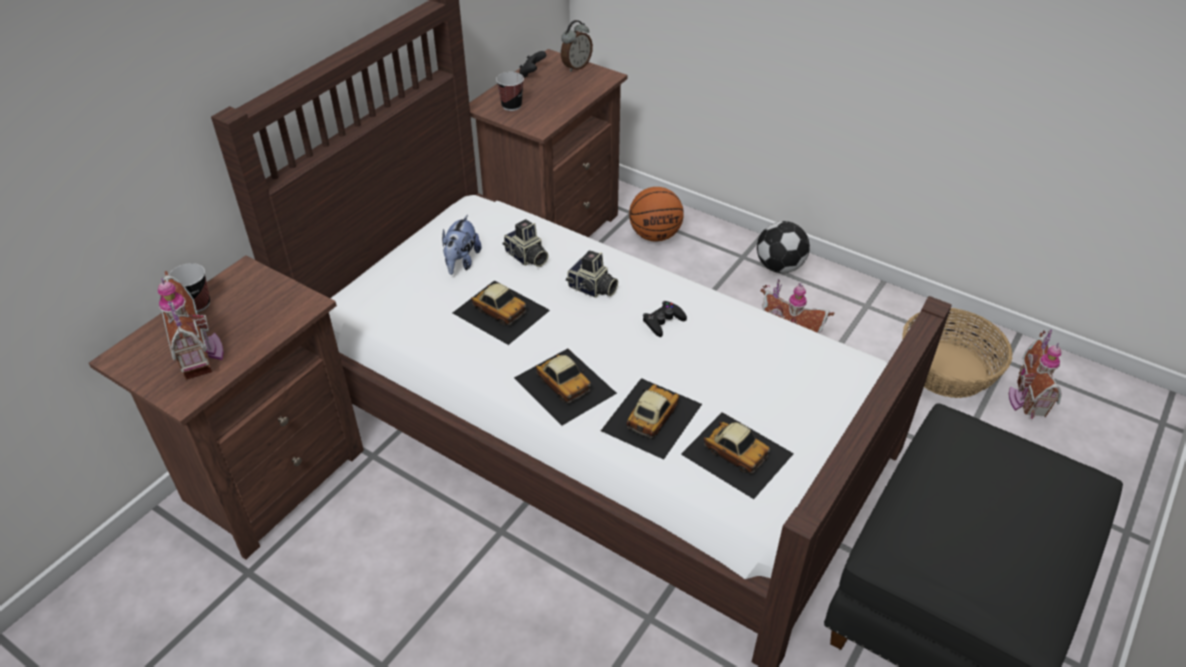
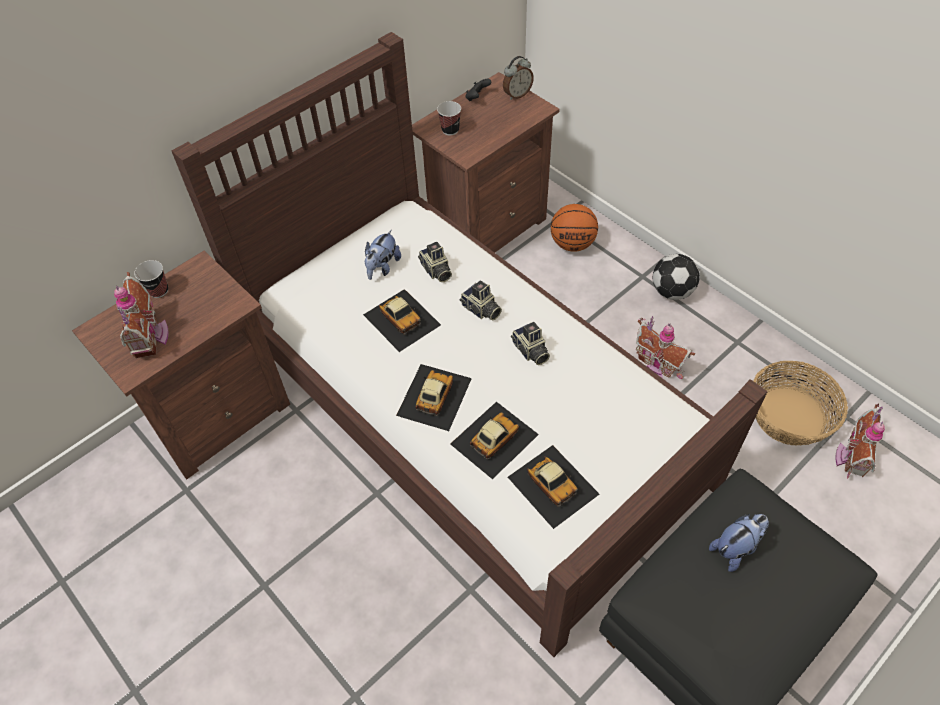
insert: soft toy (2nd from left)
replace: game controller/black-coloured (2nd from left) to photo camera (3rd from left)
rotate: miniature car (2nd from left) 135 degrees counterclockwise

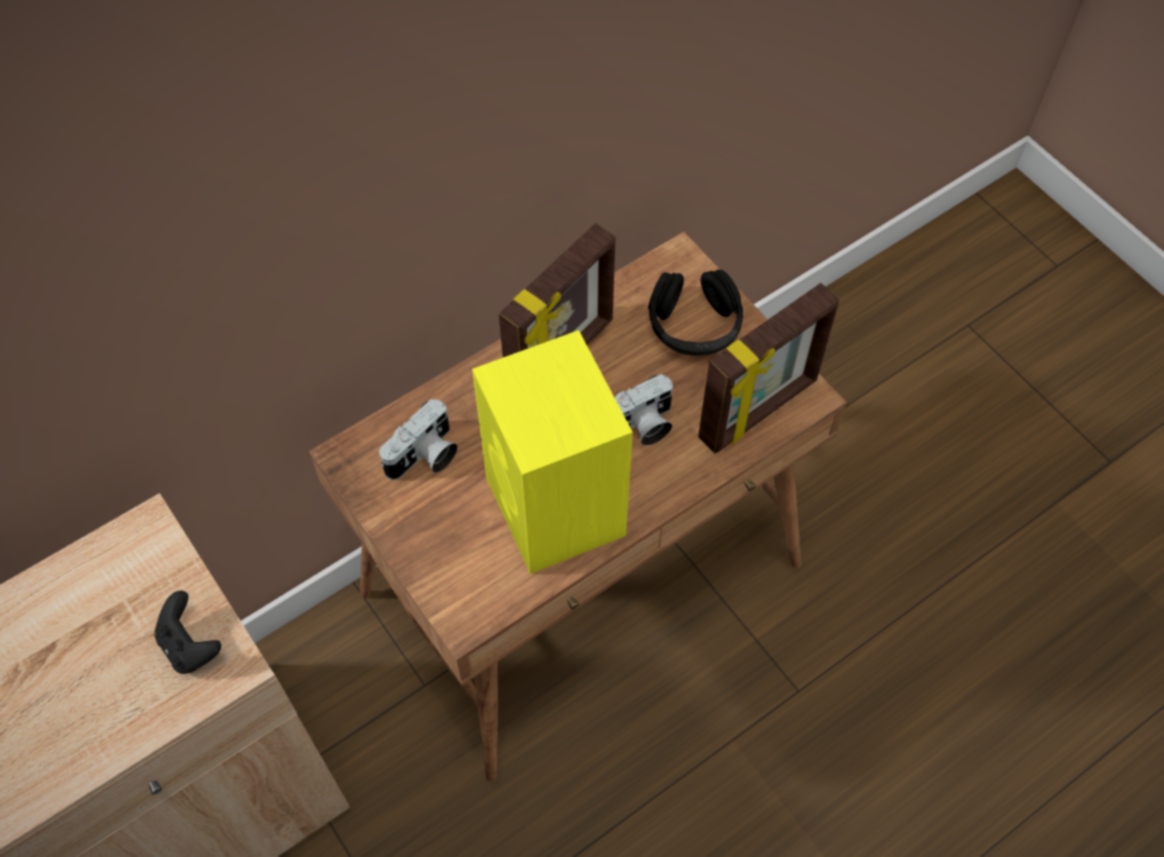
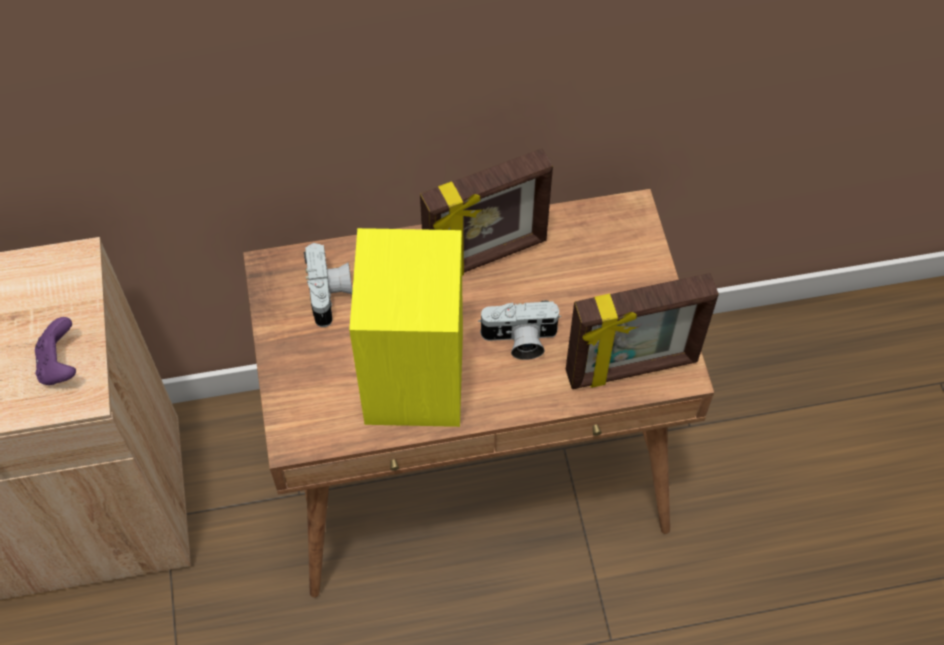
delete: headphones/black-coloured
recolor: game controller/black-coloured to game controller/purple
rotate: photo camera (1st from left) 75 degrees counterclockwise

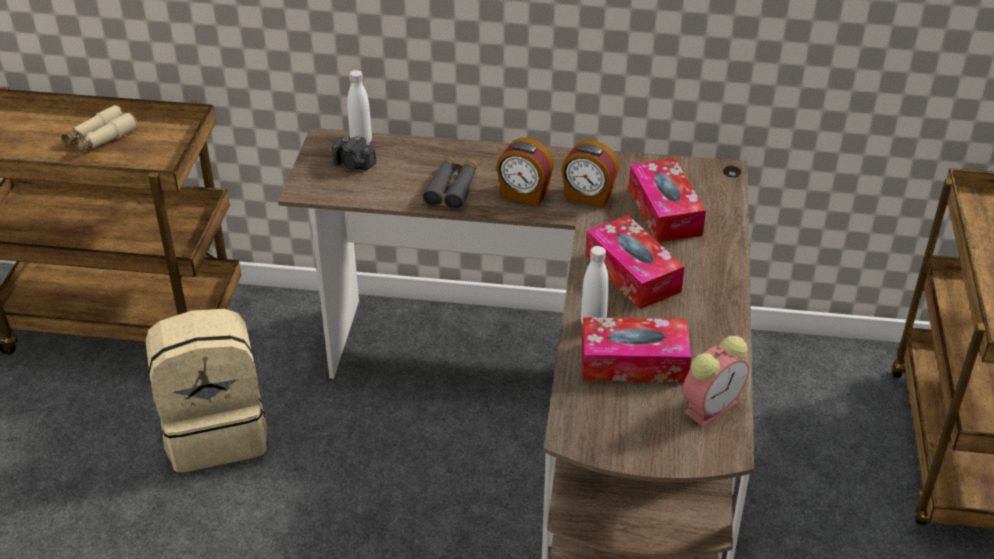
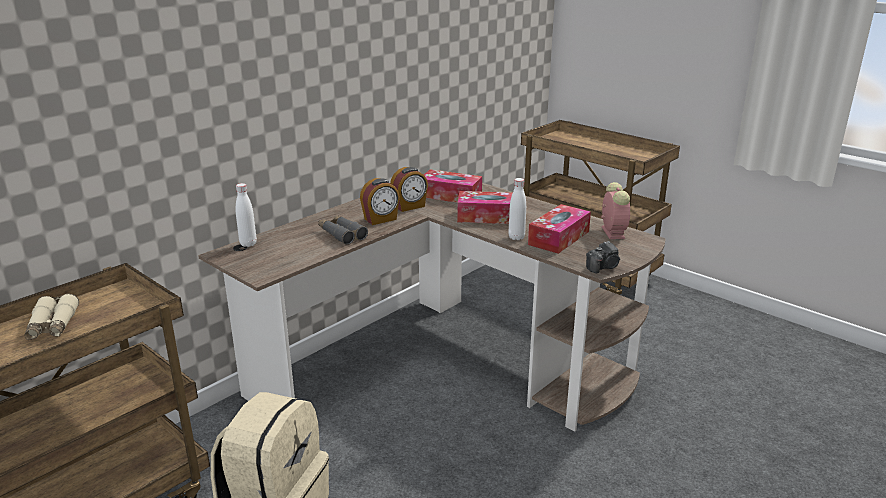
move: photo camera

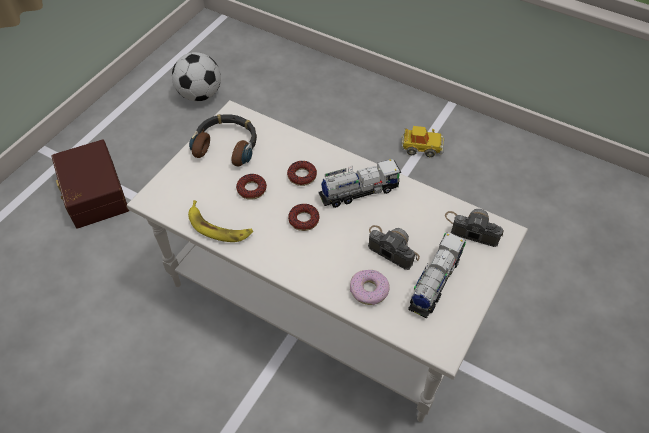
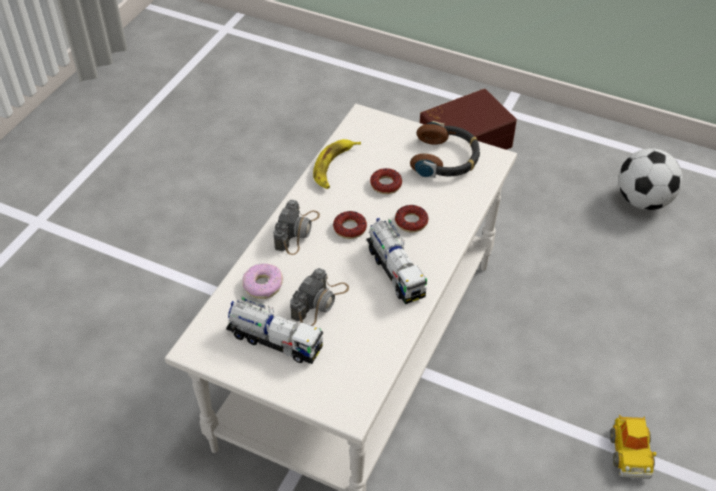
move: photo camera (2nd from left in the first image) to photo camera (1st from left)

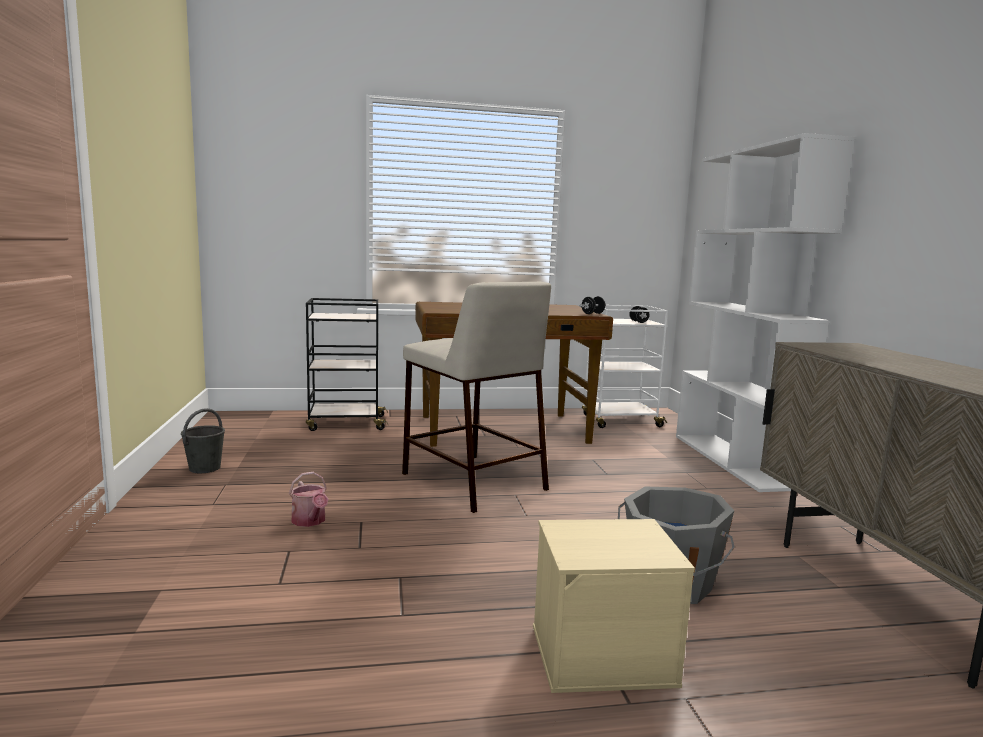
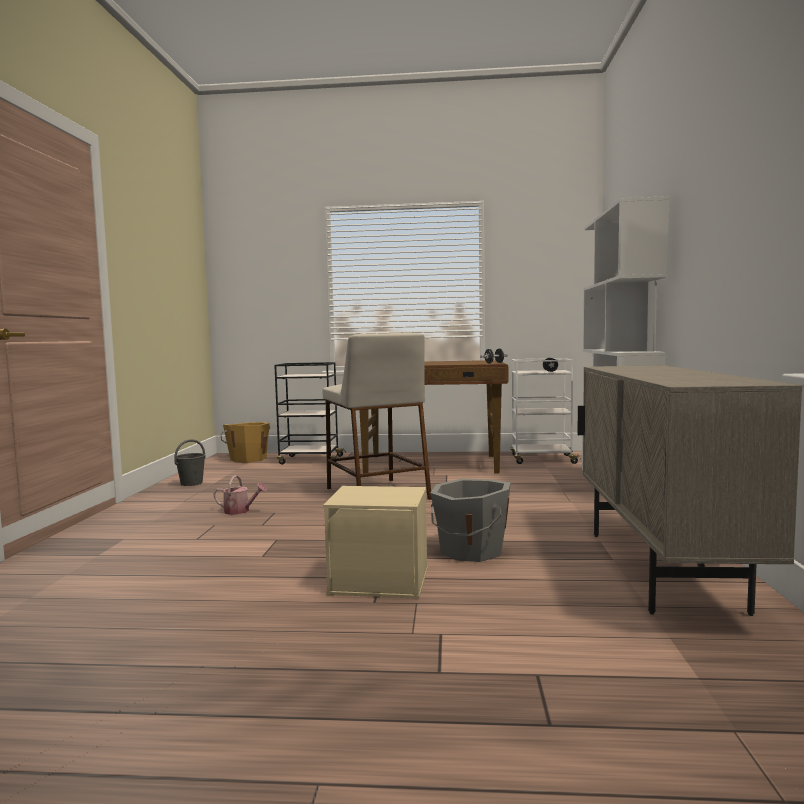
insert: water bucket/orange-coloured
rotate: watering can 60 degrees counterclockwise

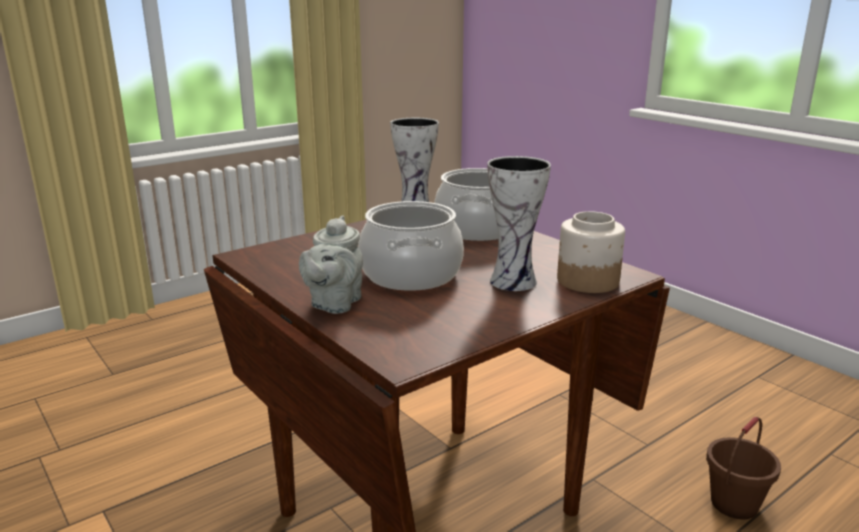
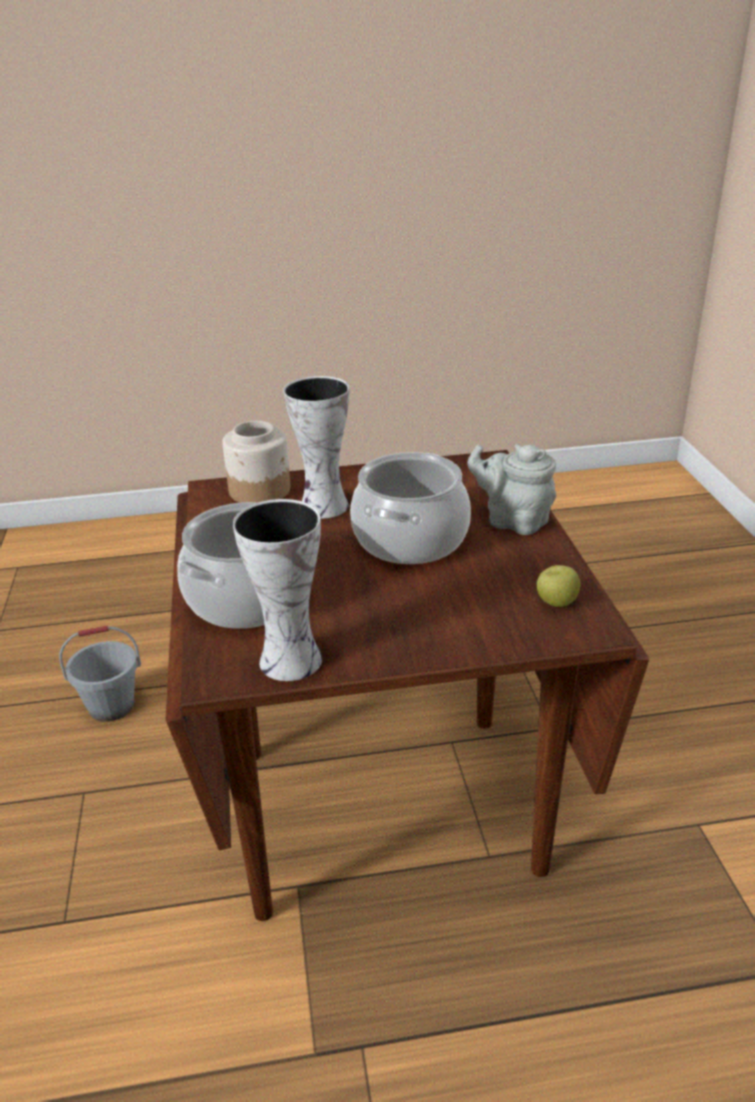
insert: apple
recolor: water bucket/brown-coloured to water bucket/greyish
rotate: teapot/greyish 105 degrees counterclockwise

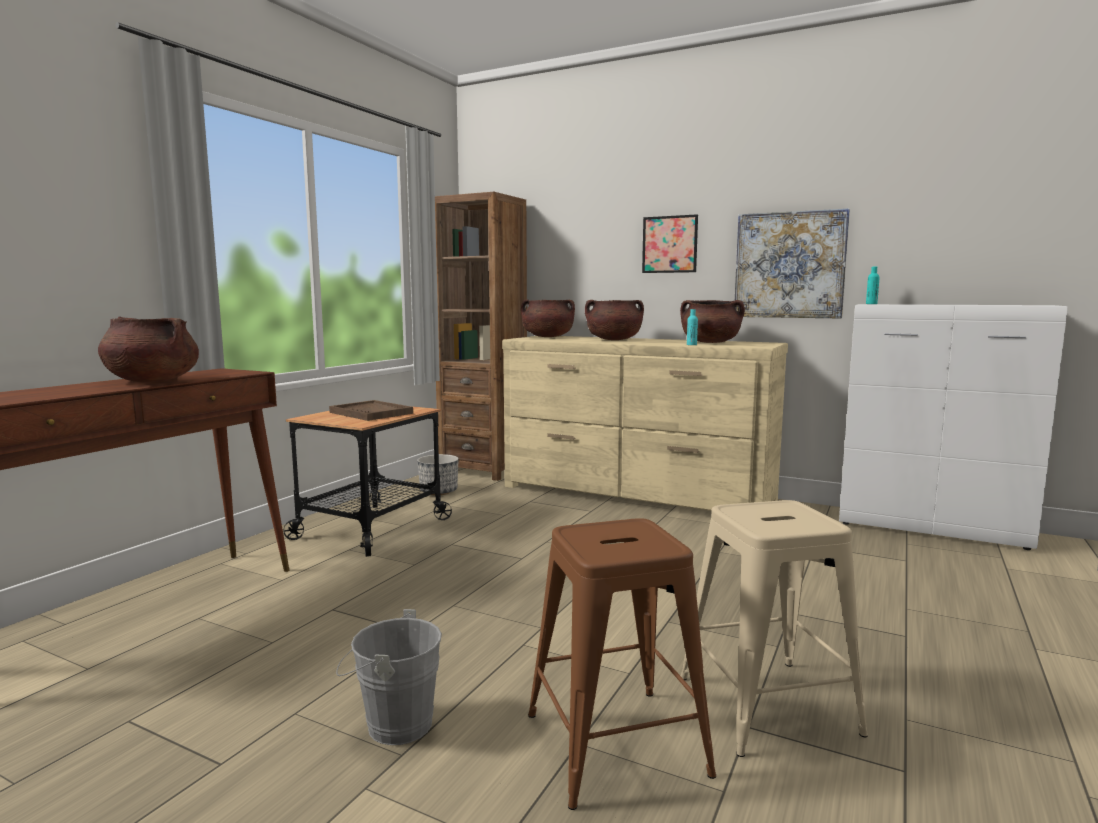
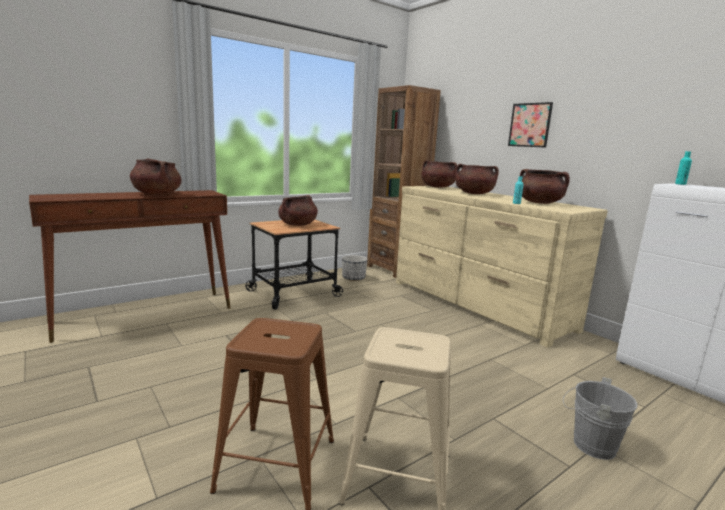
delete: wall picture (2nd from left)
move: water bucket/greyish
replace: serving tray/brown-coloured to cooking pot/brown-coloured (2nd from left)

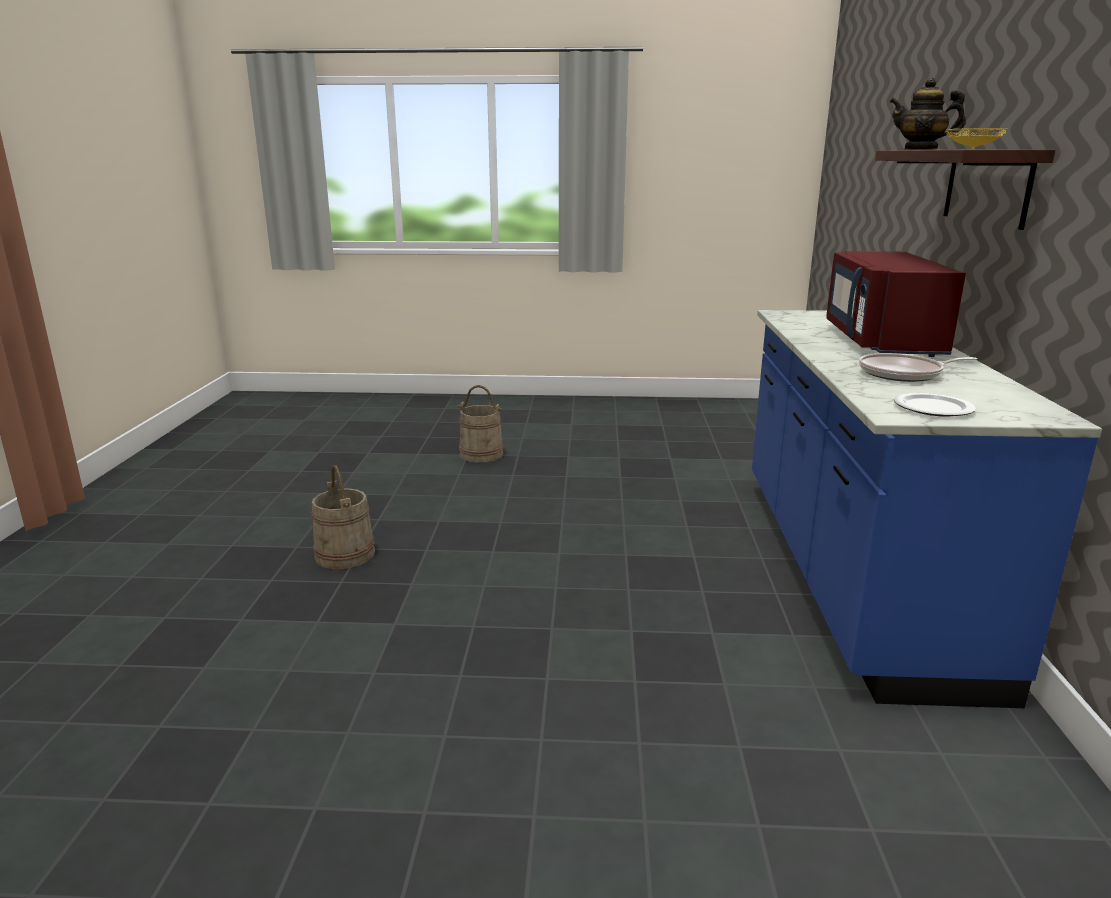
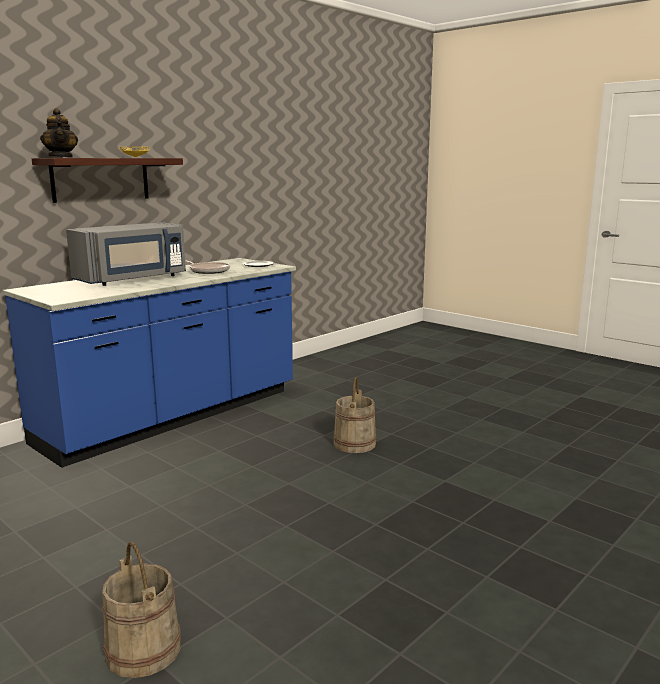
move: water bucket/sand-coloured (1st from left in the first image) to water bucket/sand-coloured (2nd from left)
recolor: microwave oven/red-coloured to microwave oven/greyish

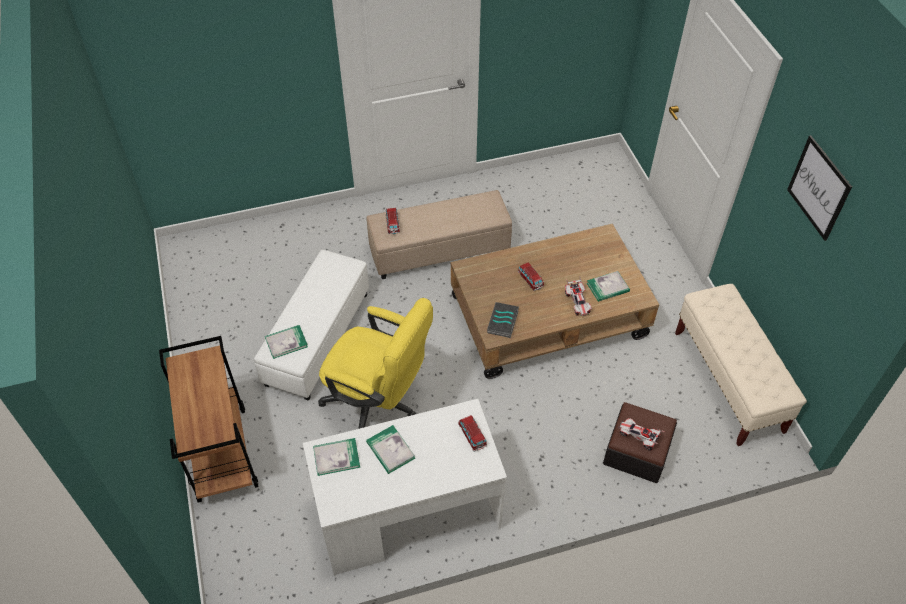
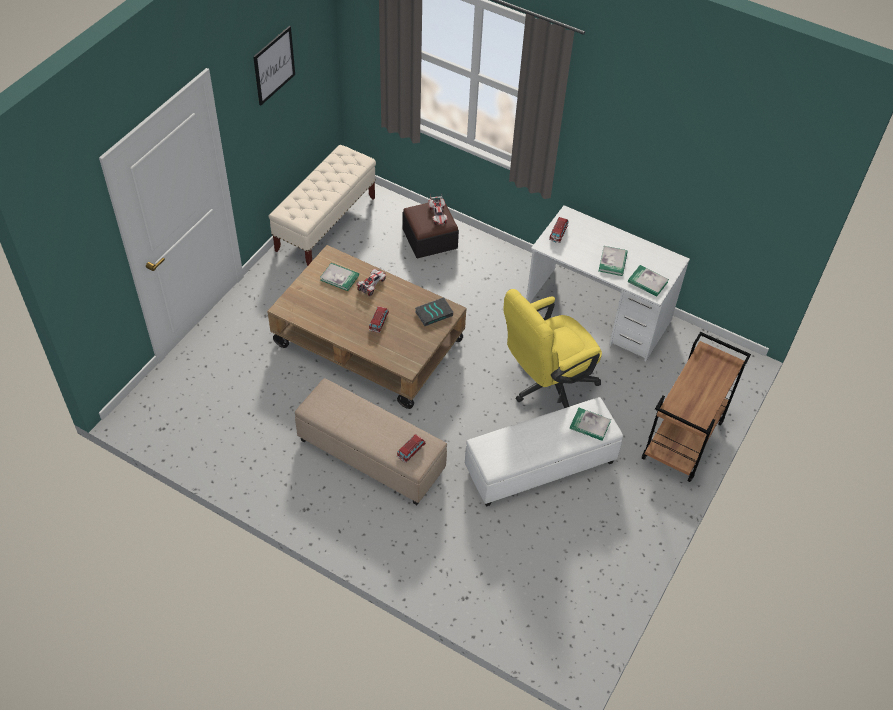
rotate: desk chair/yellow 105 degrees counterclockwise

